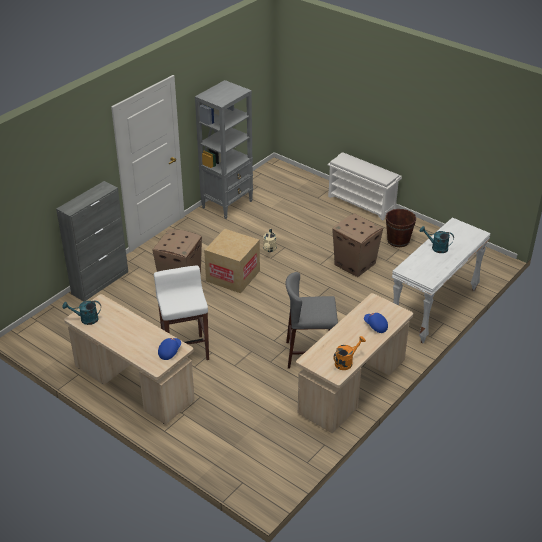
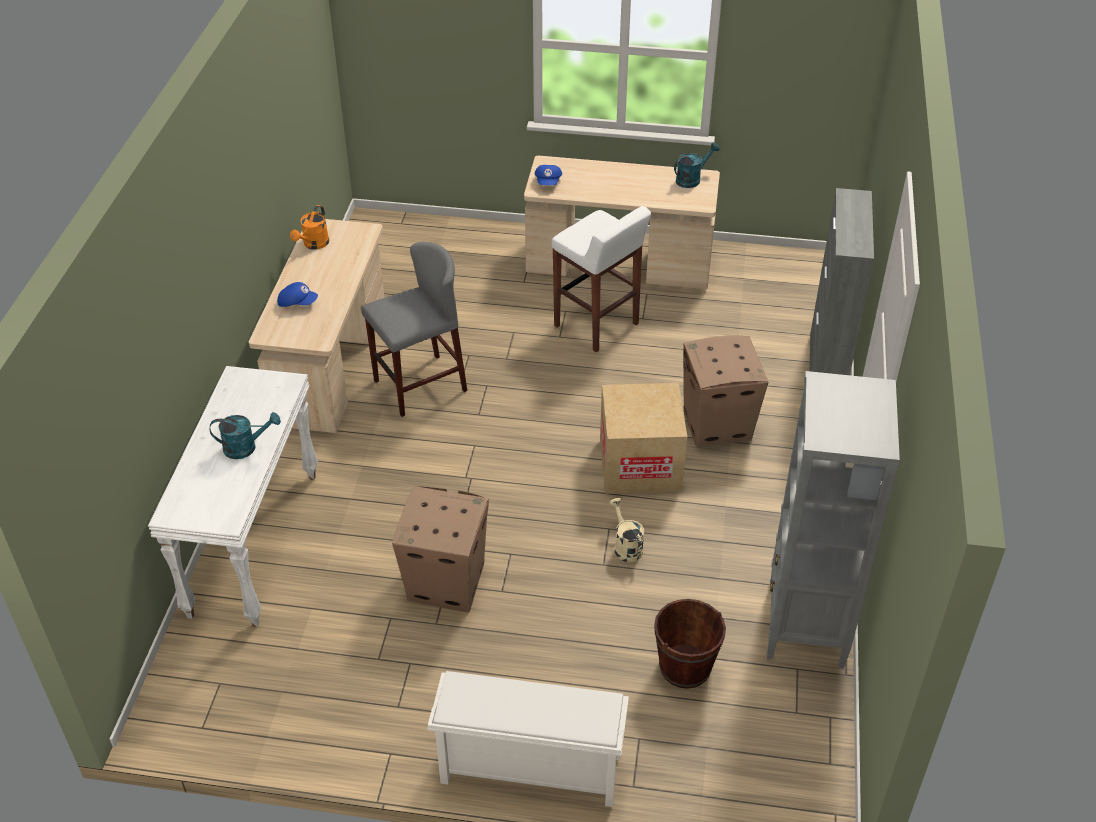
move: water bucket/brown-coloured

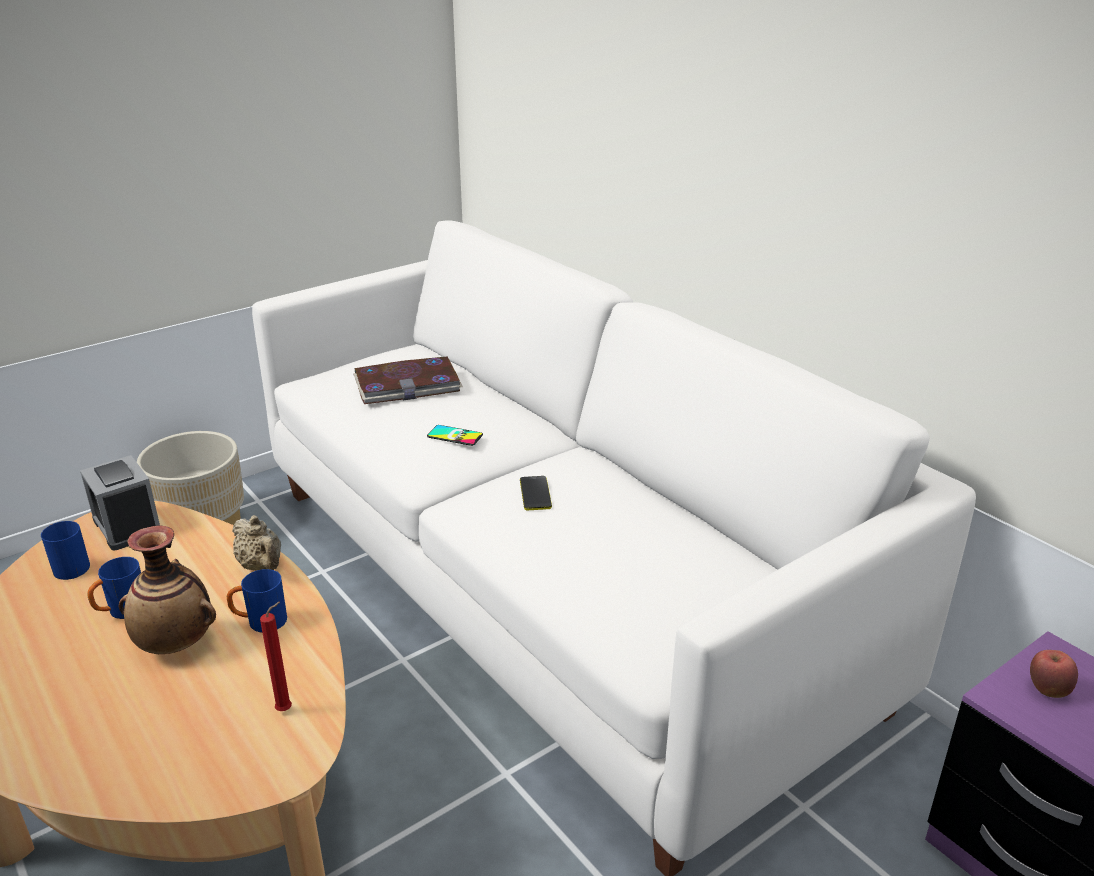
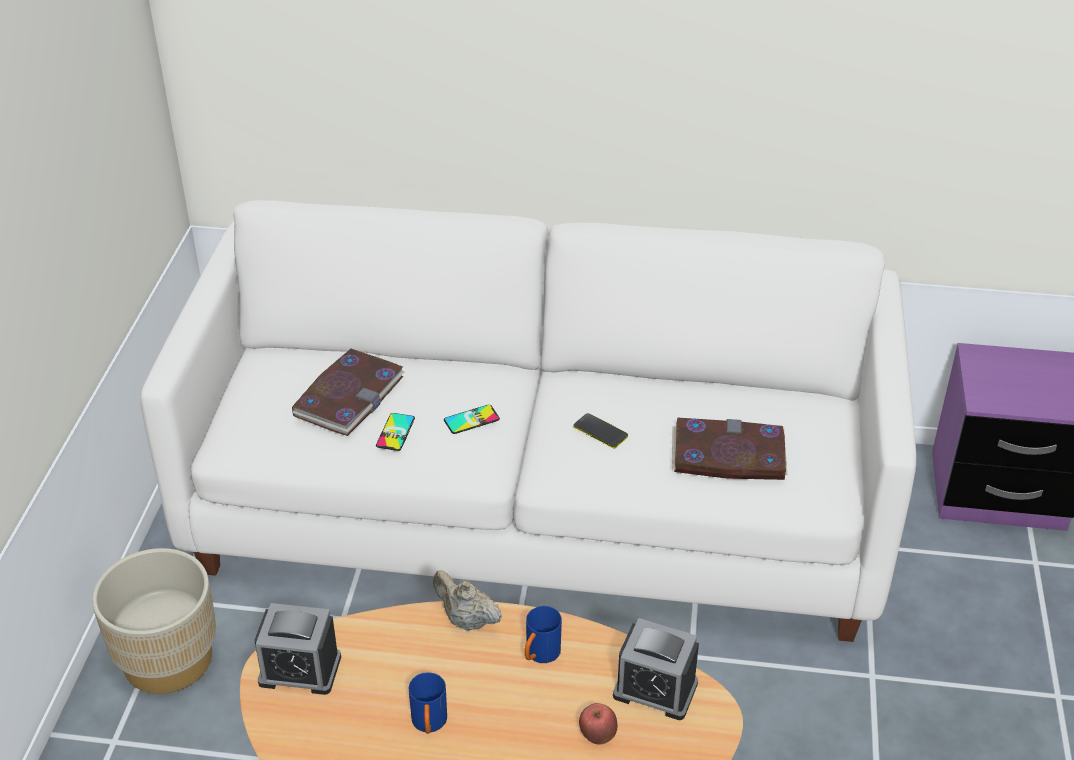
delete: mug/blue (1st from left); flower vase
insert: telephone (1st from left); bound book (2nd from left)
move: apple
replace: wax candle/red-coloured to bedside clock (2nd from left)
rotate: teapot/sand-coloured 150 degrees counterclockwise

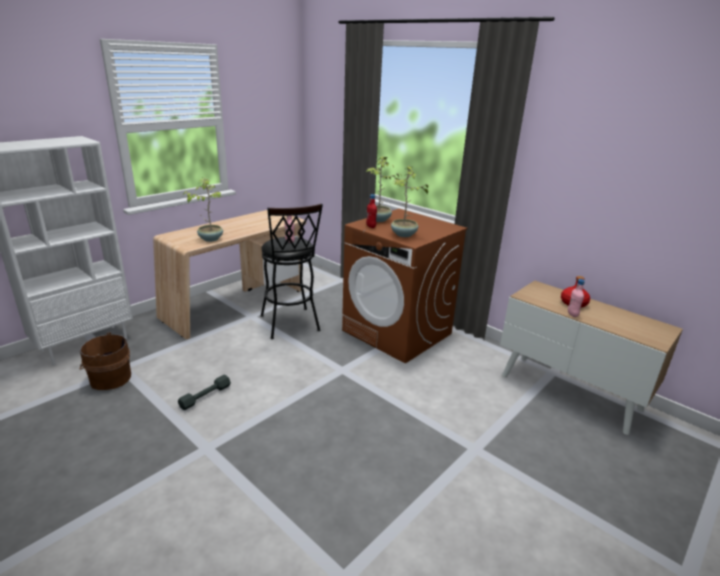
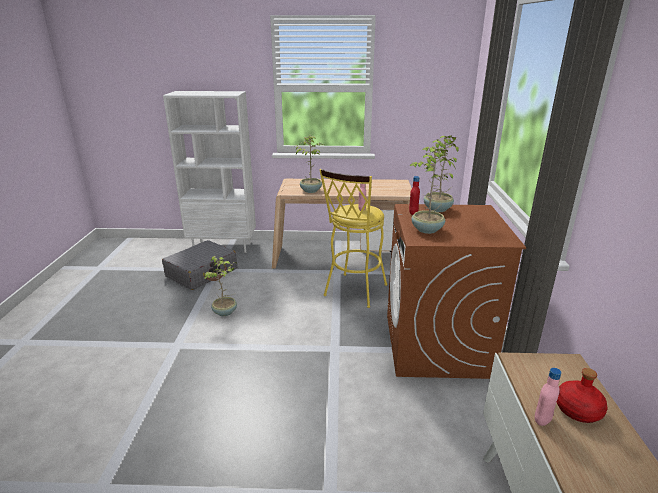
replace: water bucket/brown-coloured to travel case/greyish; free weight/greyish to potted plant (1st from left)
recolor: stool/black-coloured to stool/yellow

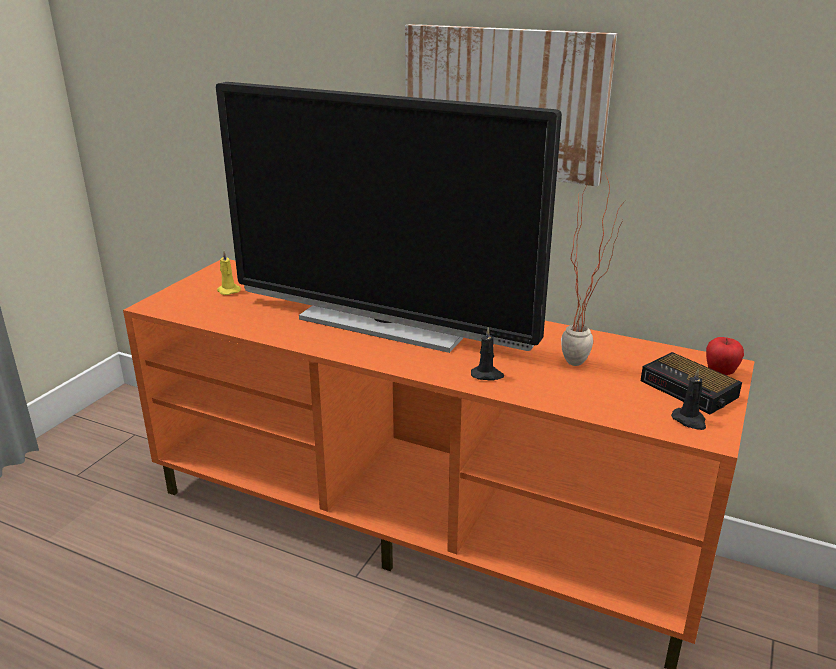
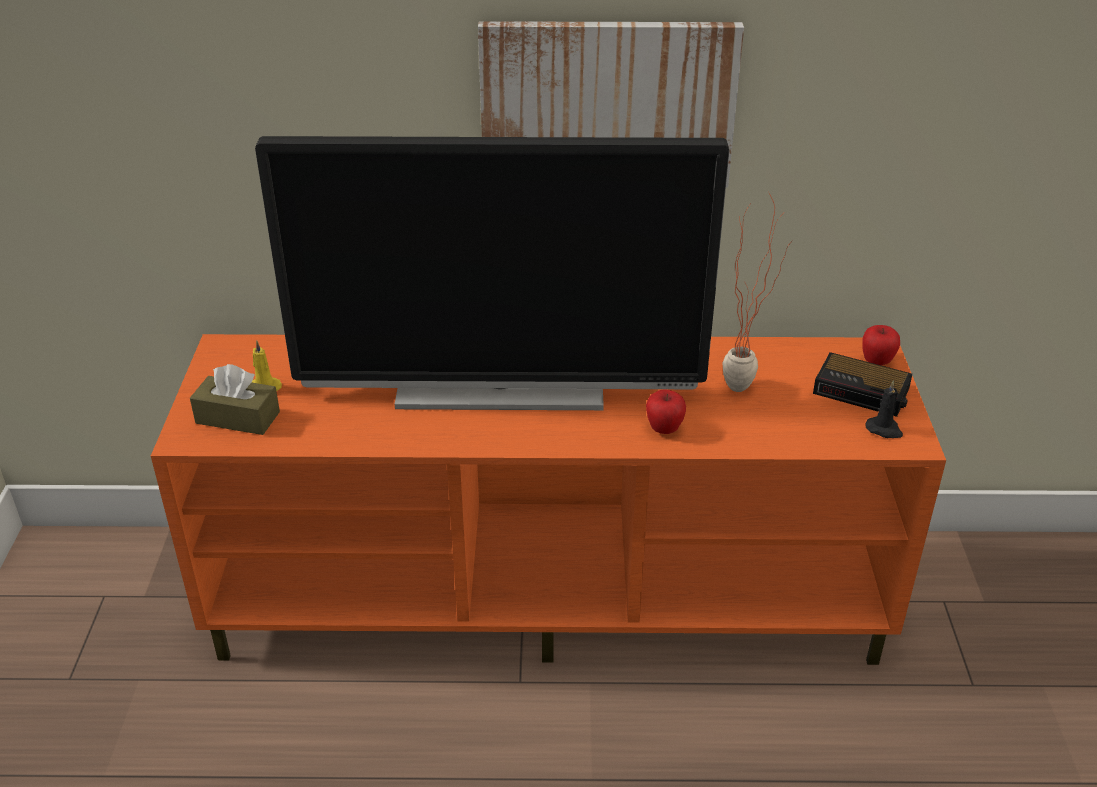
insert: box of tissues/brown-coloured
replace: wax candle/black-coloured (1st from left) to apple (1st from left)

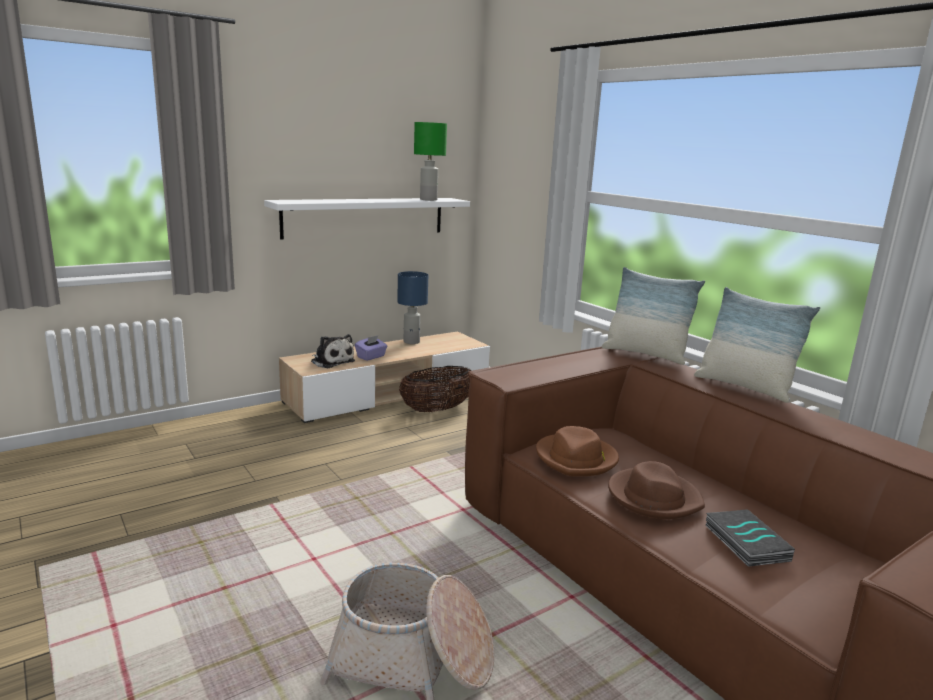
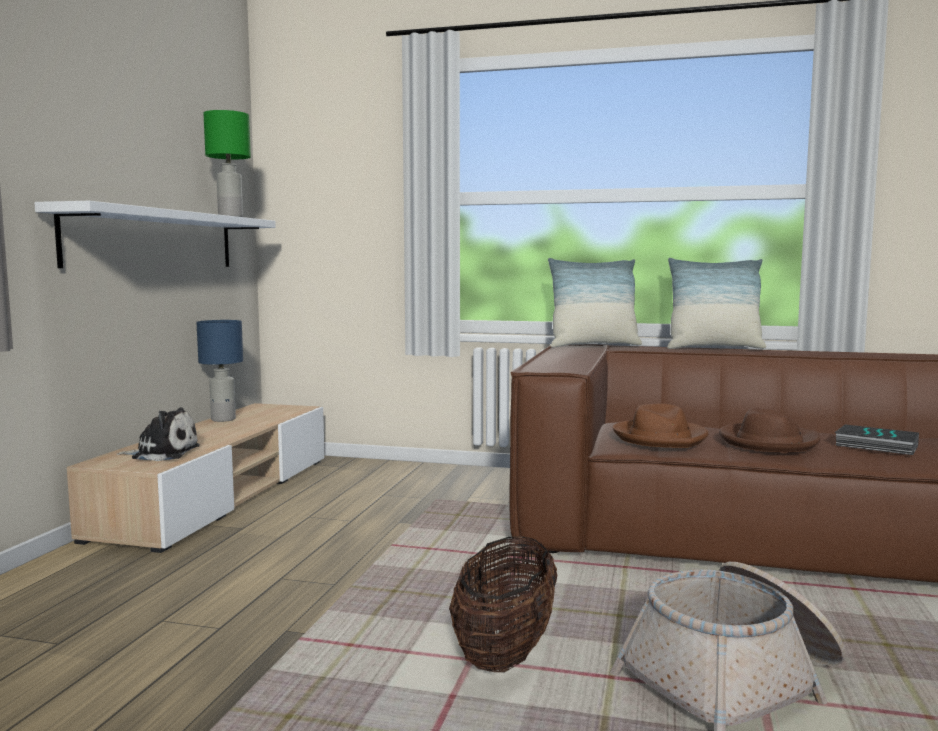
delete: box of tissues/purple
move: storage basket (2nd from left in the first image) to storage basket (1st from left)

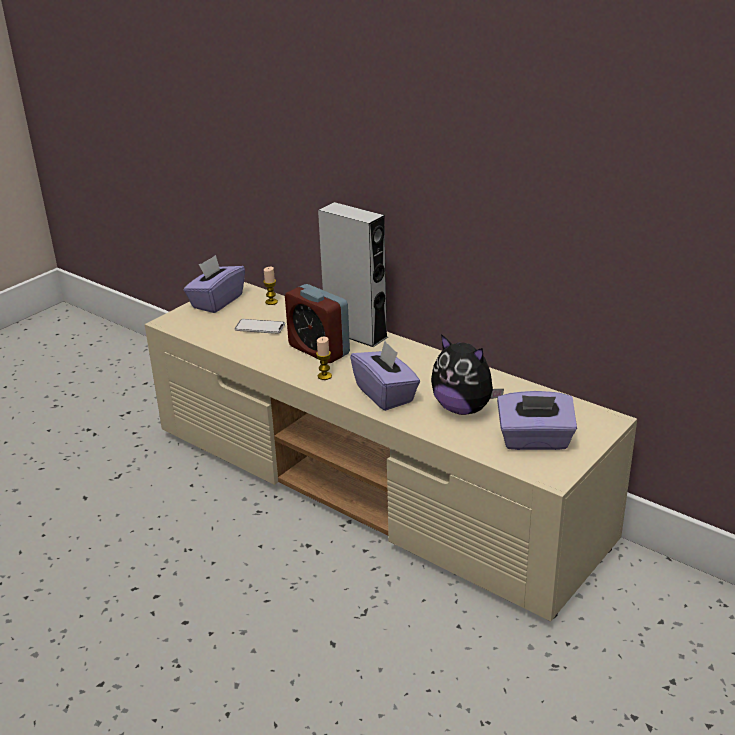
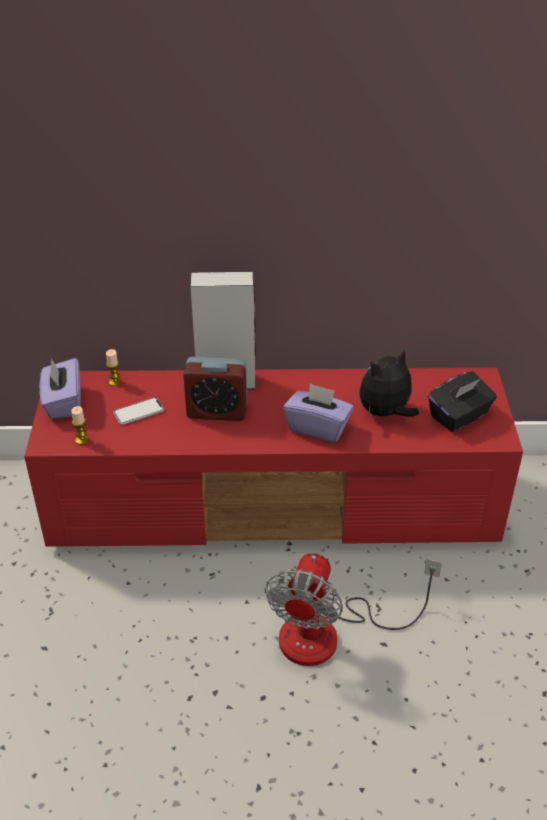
insert: electric fan
move: wax candle (2nd from left in the first image) to wax candle (1st from left)
recolor: tv stand/sand-coloured to tv stand/red-coloured; box of tissues/purple (3rd from left) to box of tissues/black-coloured
rotate: soft toy 150 degrees clockwise

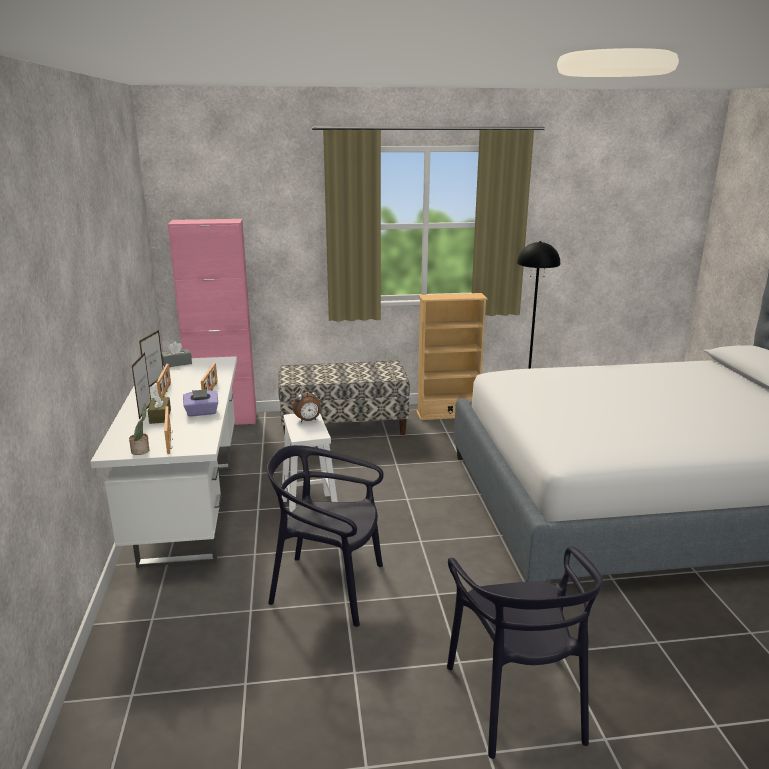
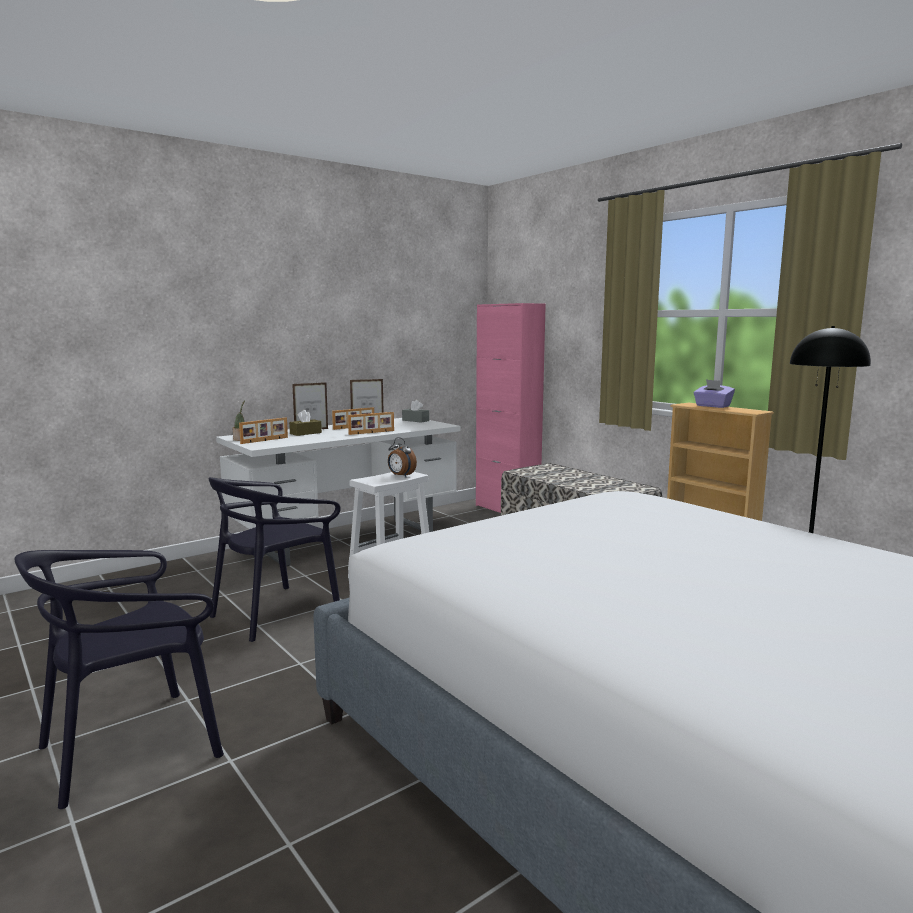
move: box of tissues/purple
rotate: chair/black-coloured (1st from left in the first image) 120 degrees counterclockwise

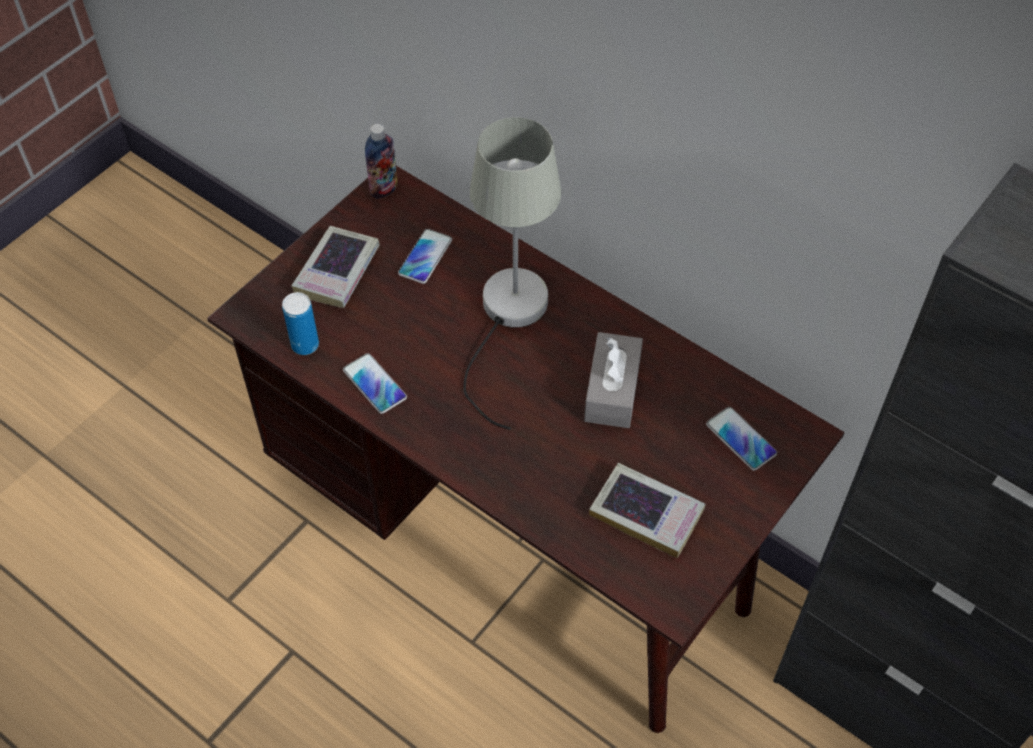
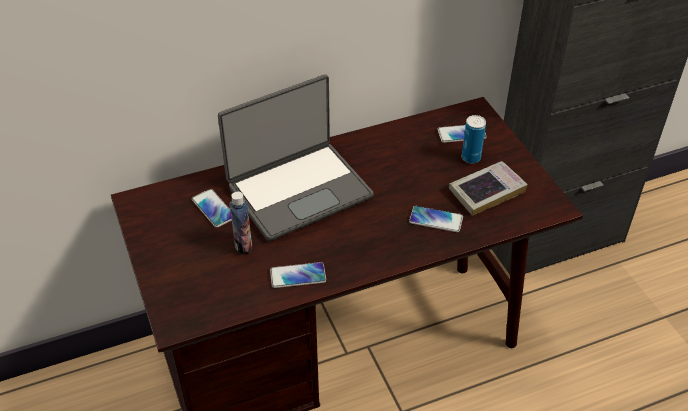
delete: bound book (1st from left); box of tissues/greyish
insert: telephone (3rd from left)
move: bottle; can
replace: table lamp/greyish to portable computer

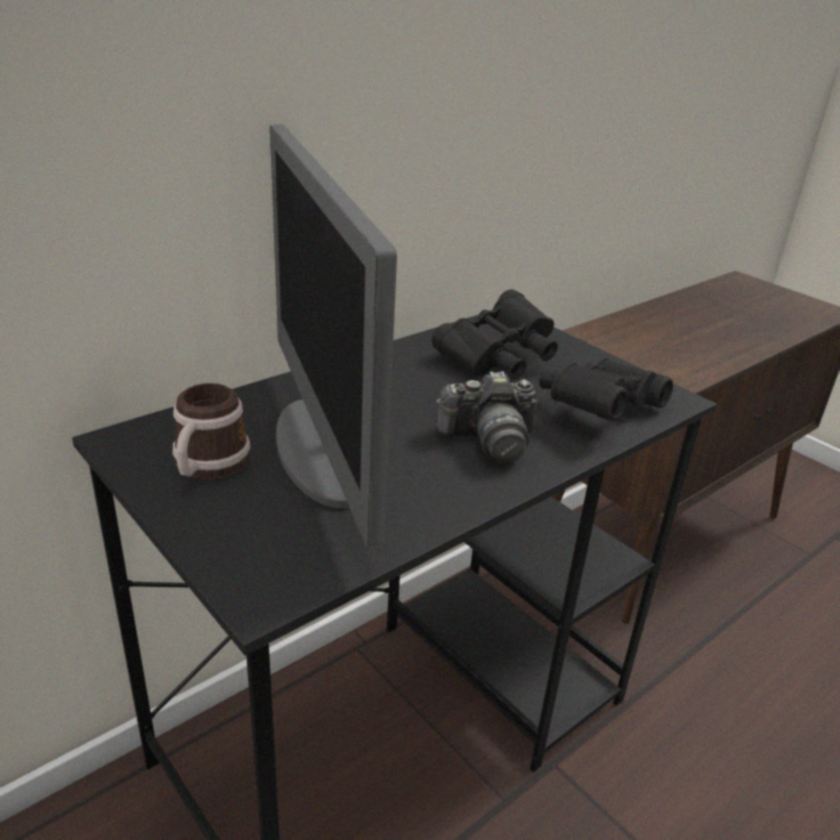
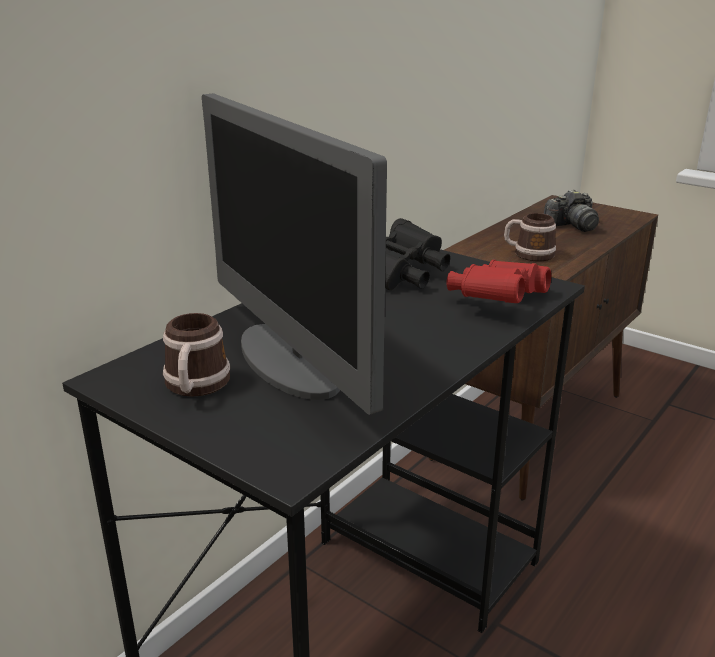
insert: mug (2nd from left)
move: photo camera
recolor: field glasses/black-coloured (2nd from left) to field glasses/red-coloured

